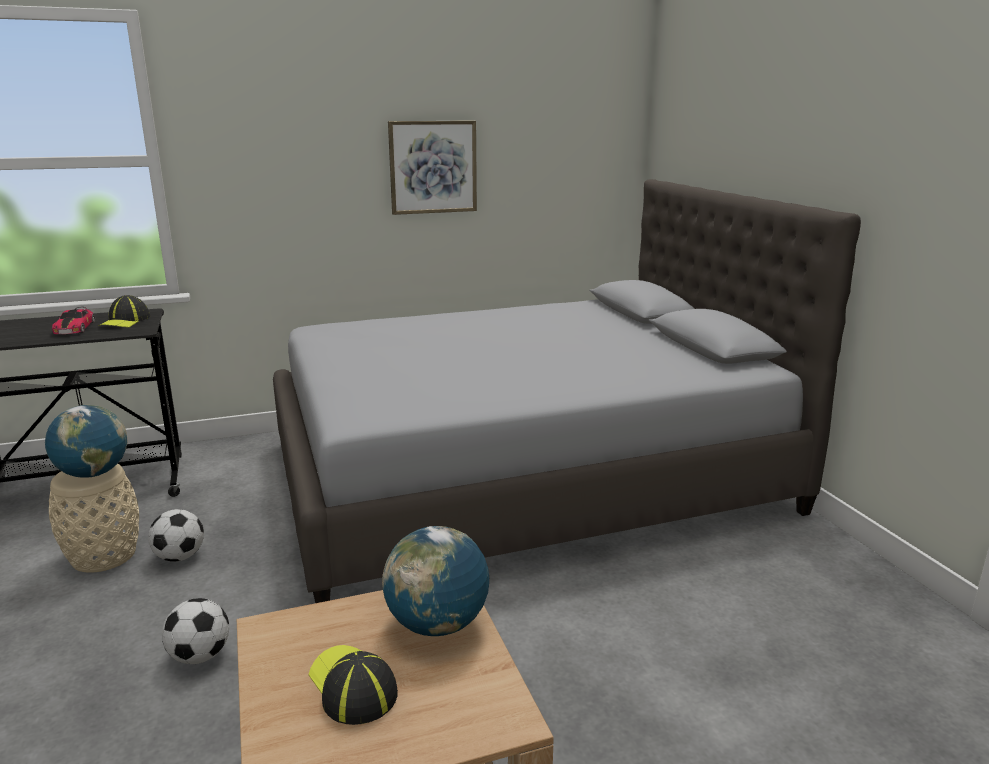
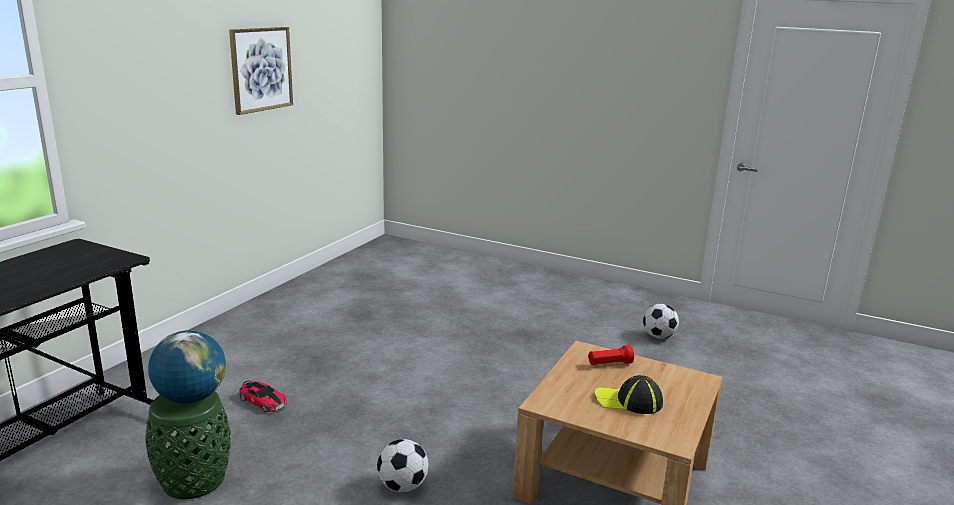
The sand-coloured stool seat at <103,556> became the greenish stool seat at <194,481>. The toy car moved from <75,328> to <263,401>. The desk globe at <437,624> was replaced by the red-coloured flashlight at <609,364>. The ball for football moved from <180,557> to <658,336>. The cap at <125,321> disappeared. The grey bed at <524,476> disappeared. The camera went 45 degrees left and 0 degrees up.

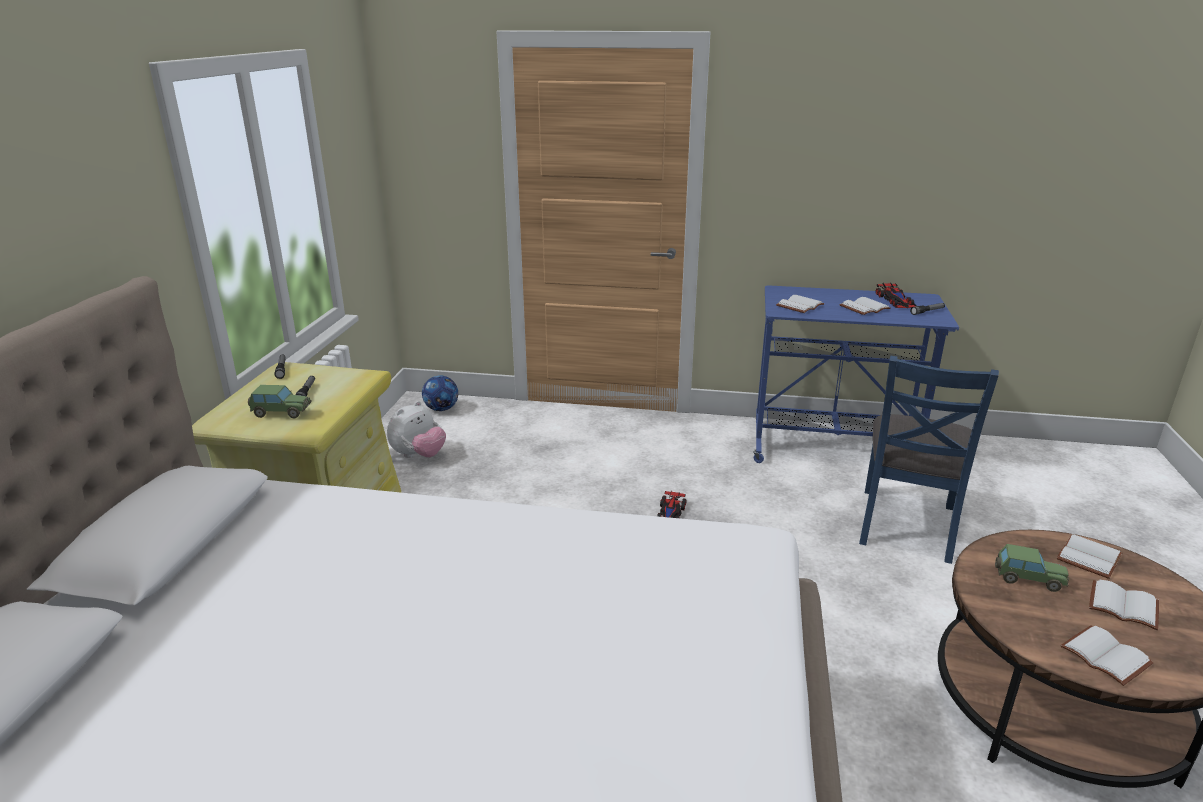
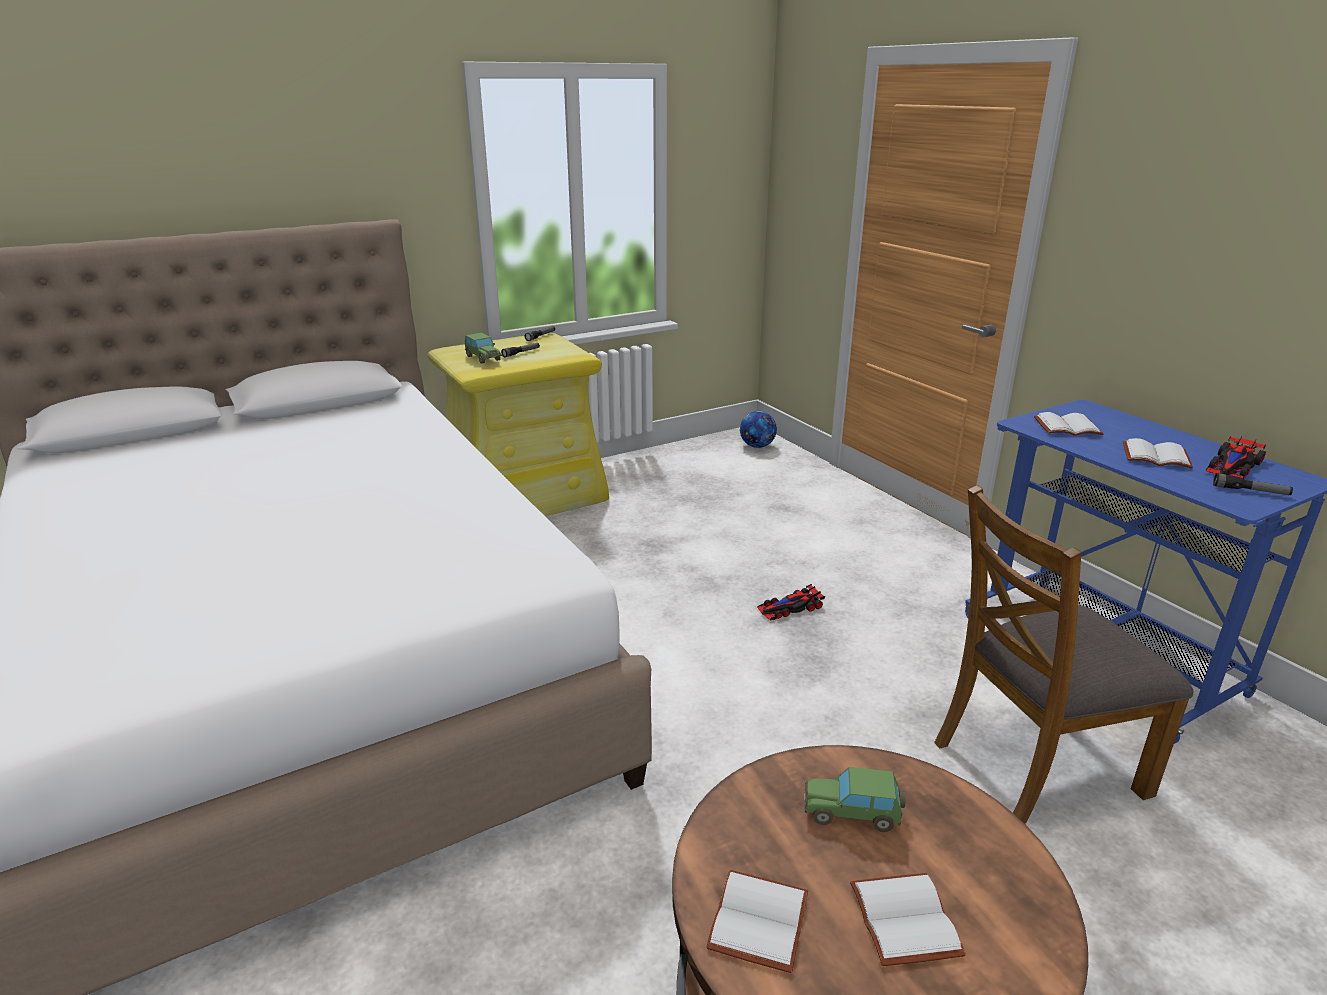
The toy car at <1028,579> turned 120 degrees clockwise. The bluish plain chair at <907,524> became the brown-coloured plain chair at <1036,766>. The plush toy at <419,455> disappeared. The white bound book at <1090,559> disappeared. The camera went 50 degrees right and 0 degrees up.

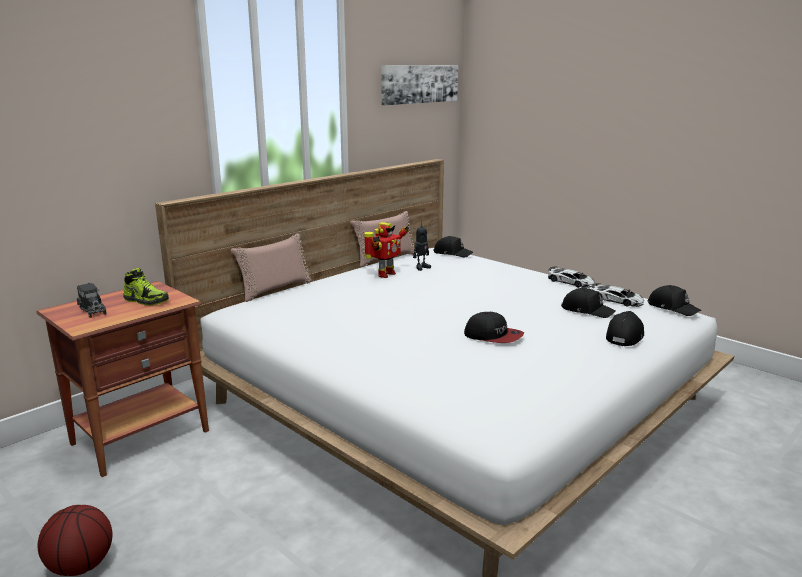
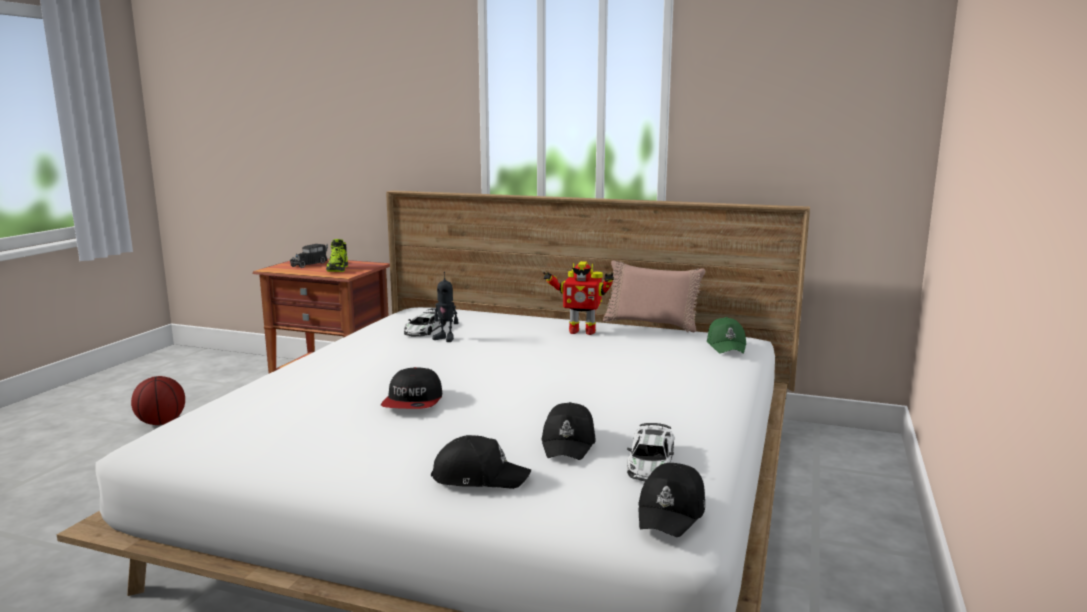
The toy car moved from <570,282> to <425,329>. The robot figure moved from <421,267> to <446,338>. The blackish cap at <452,253> became the greenish cap at <726,345>. The sand-coloured throw pillow at <275,290> disappeared. The picture at <419,84> disappeared. The camera went 65 degrees right and 5 degrees down.

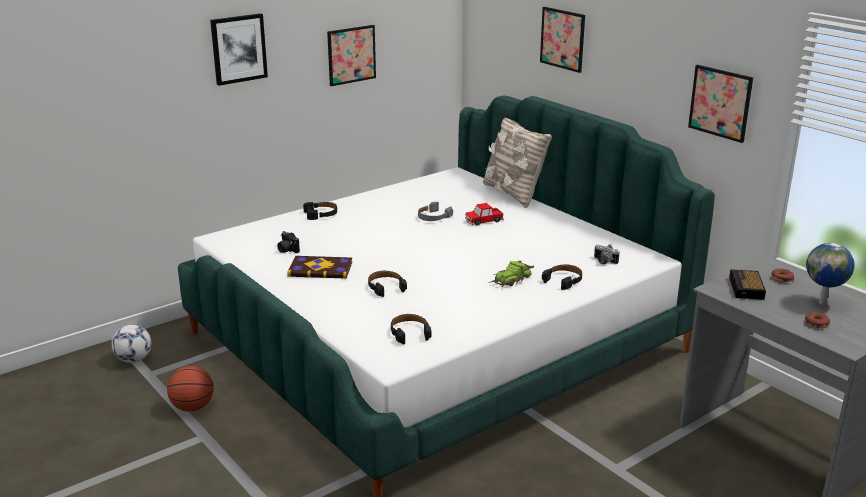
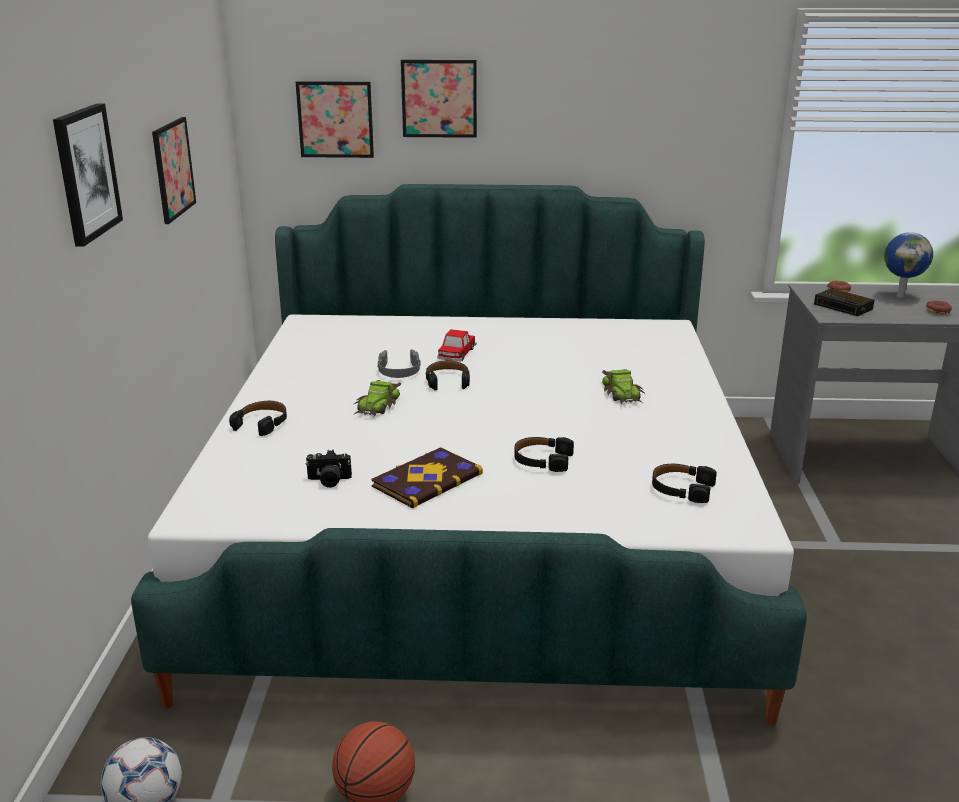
The picture moved from <720,103> to <335,119>. The toy car at <378,405> appeared. The blackish headphones moved from <563,280> to <447,381>. The sand-coloured throw pillow at <512,194> disappeared. The photo camera at <603,262> disappeared. The camera went 50 degrees left and 0 degrees up.

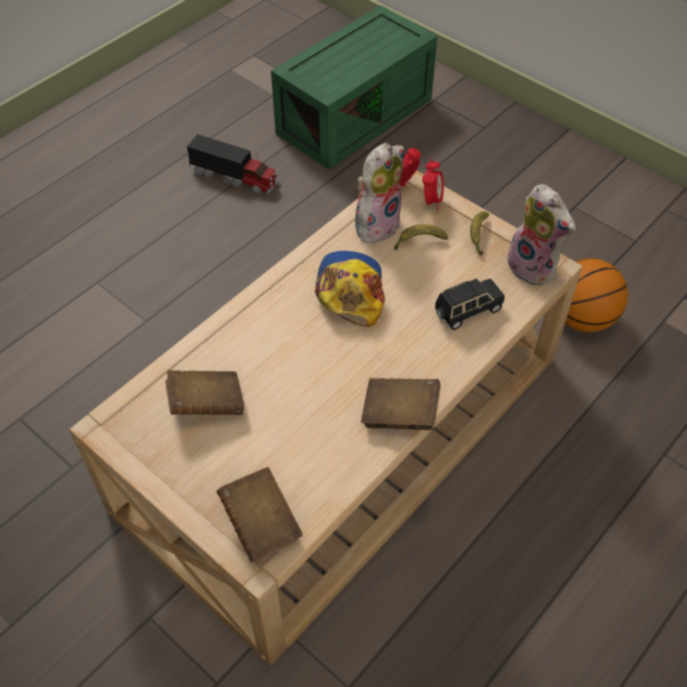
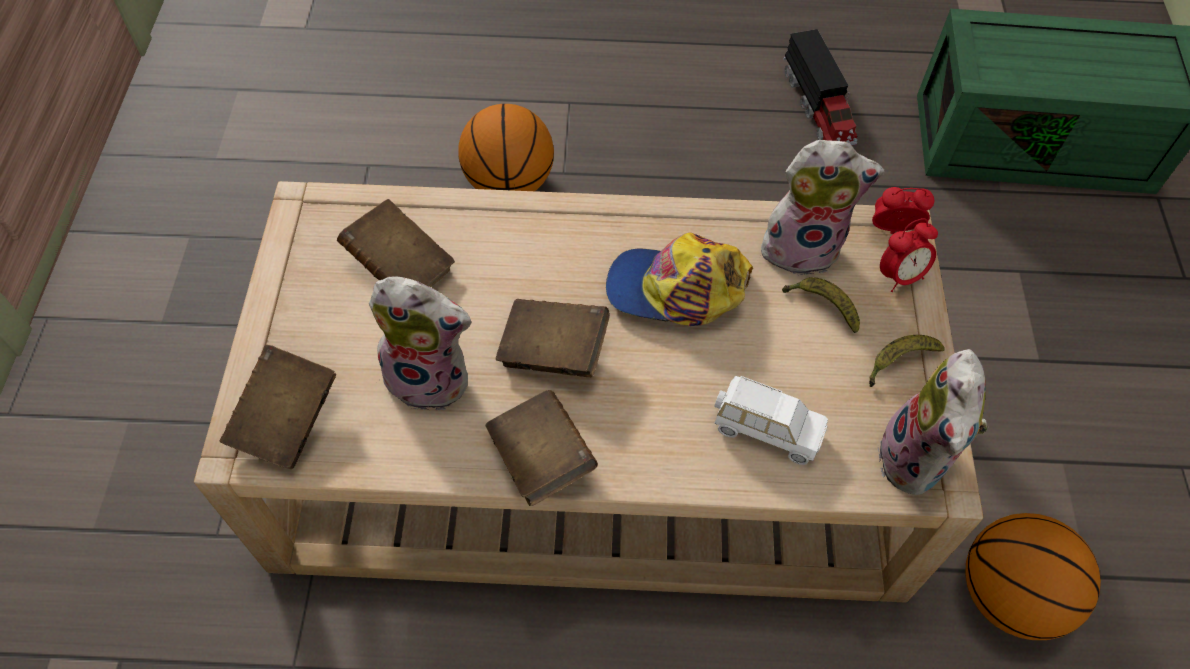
The plush toy at <432,377> appeared. The basketball ball at <509,183> appeared. The brown-coloured bound book at <553,351> appeared. The cap at <350,290> turned 135 degrees counterclockwise. The blackish toy car at <467,311> became the white toy car at <765,430>. The camera went 50 degrees right and 5 degrees up.

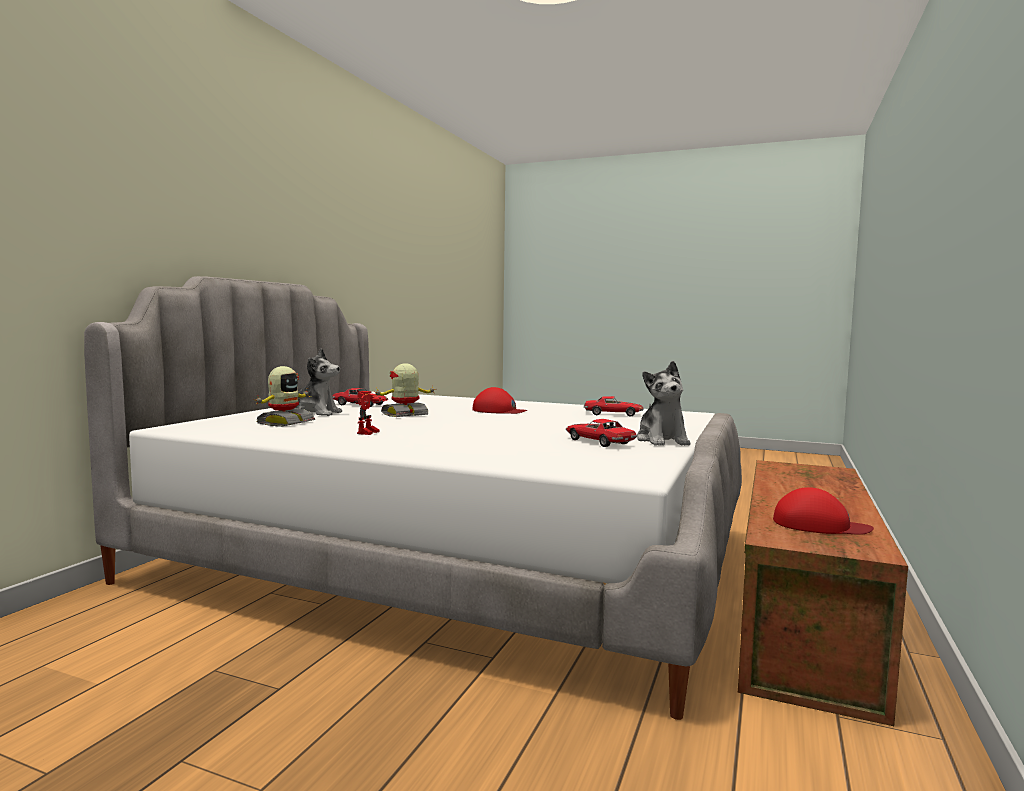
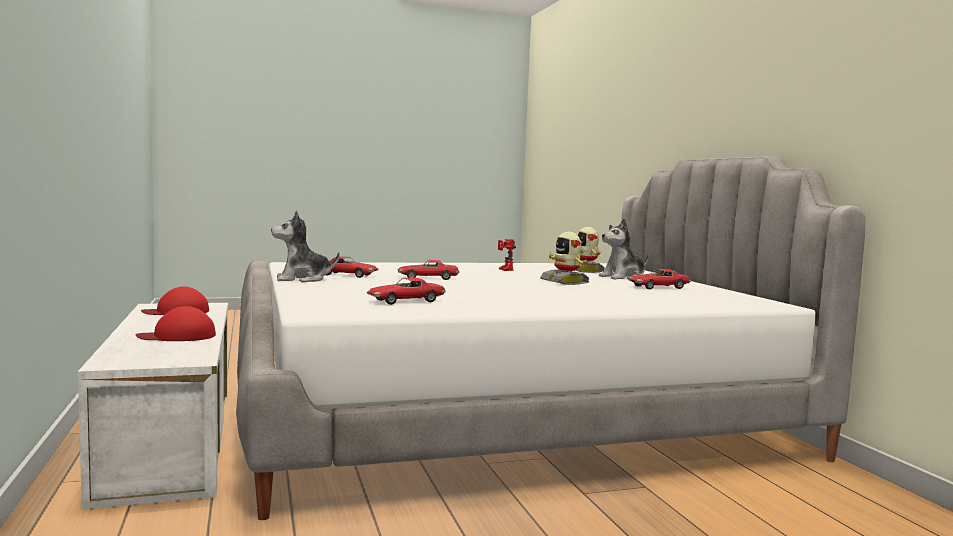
The brown-coloured long seat at <800,615> became the white long seat at <173,438>. The red-coloured cap moved from <499,411> to <178,336>. The plush toy at <662,440> turned 60 degrees counterclockwise. The toy car at <428,278> appeared. The robot figure at <405,415> turned 135 degrees clockwise. The camera went 140 degrees right and 0 degrees up.

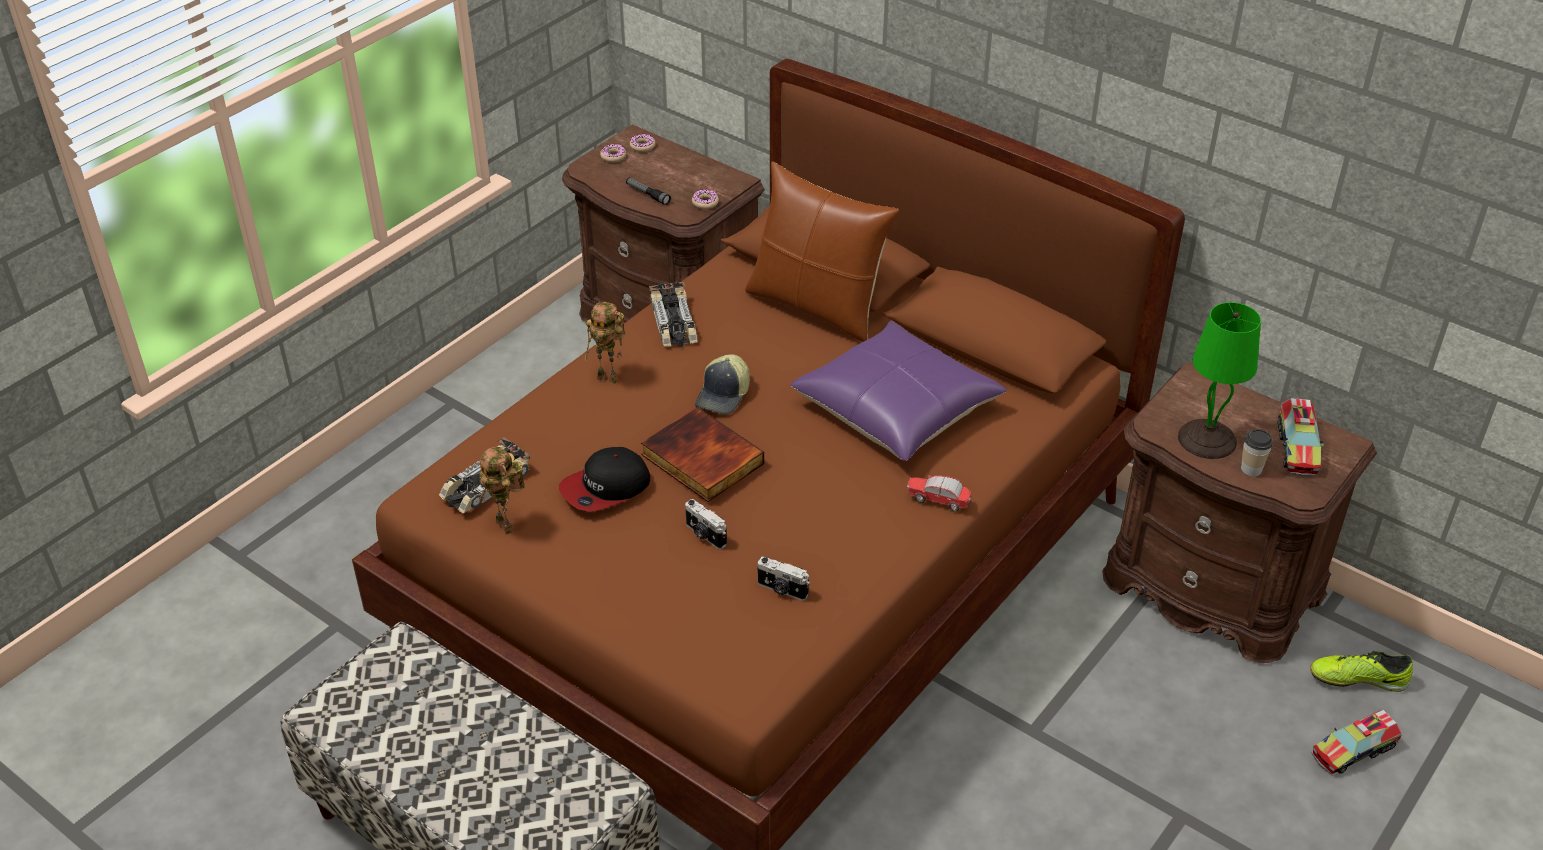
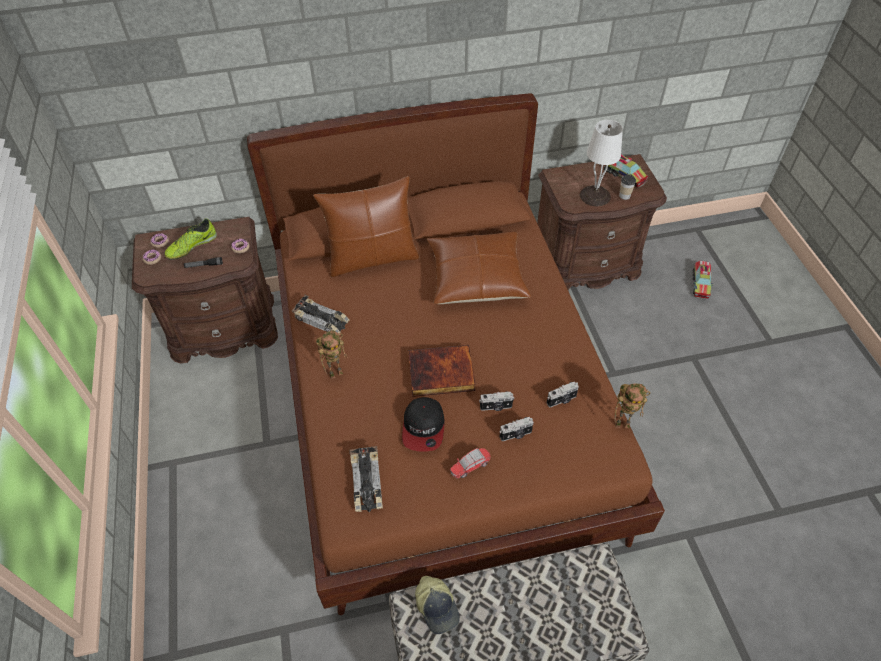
The item of footwear moved from <1357,679> to <192,246>. The cap moved from <724,395> to <437,607>. The purplish throw pillow at <896,408> became the brown-coloured throw pillow at <476,278>. The toy car moved from <938,501> to <470,467>. The photo camera at <516,435> appeared. The greenish tabletop lamp at <1208,439> became the white tabletop lamp at <595,195>. The robot figure moved from <507,526> to <623,424>. The camera went 50 degrees left and 10 degrees up.

